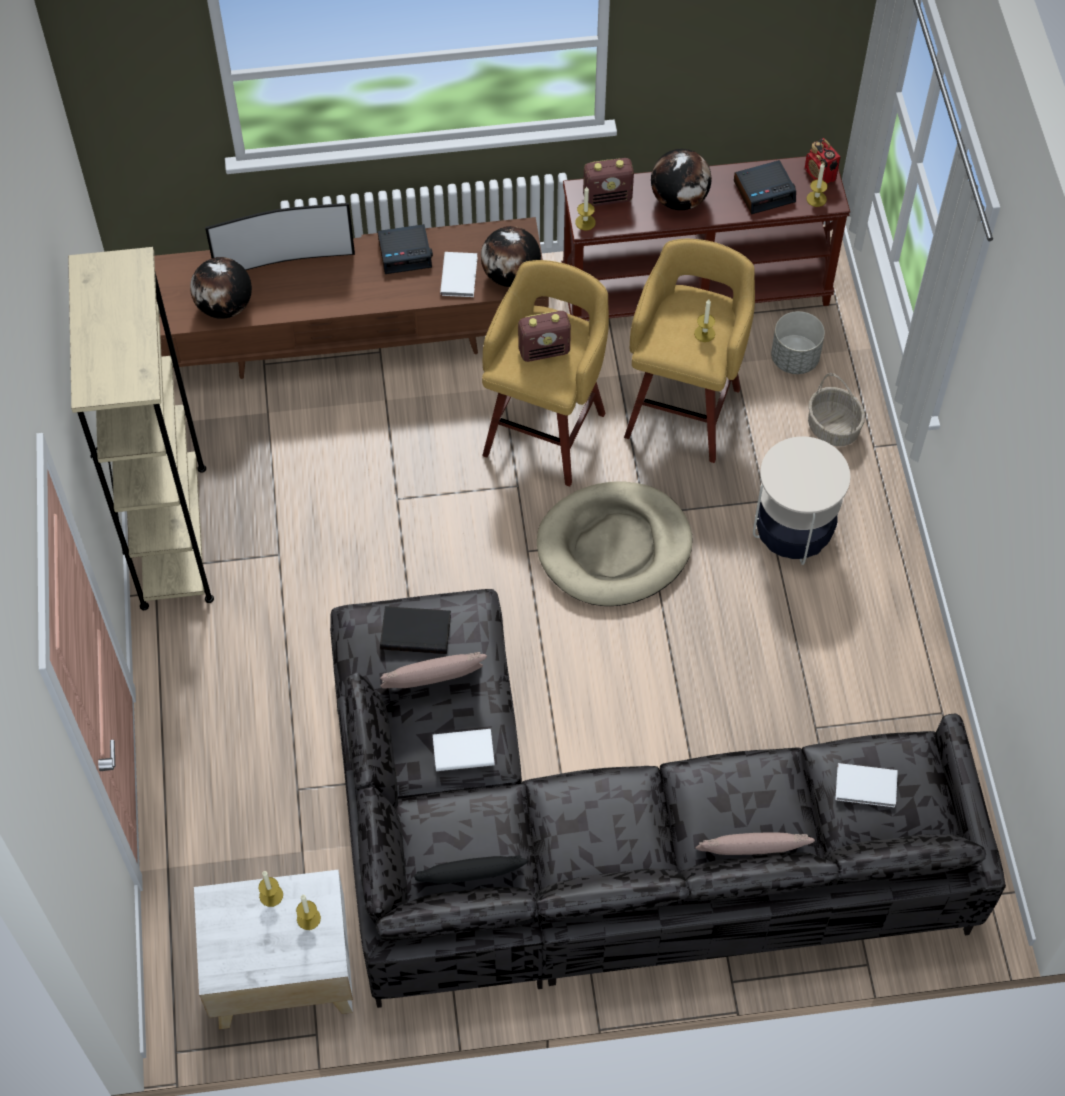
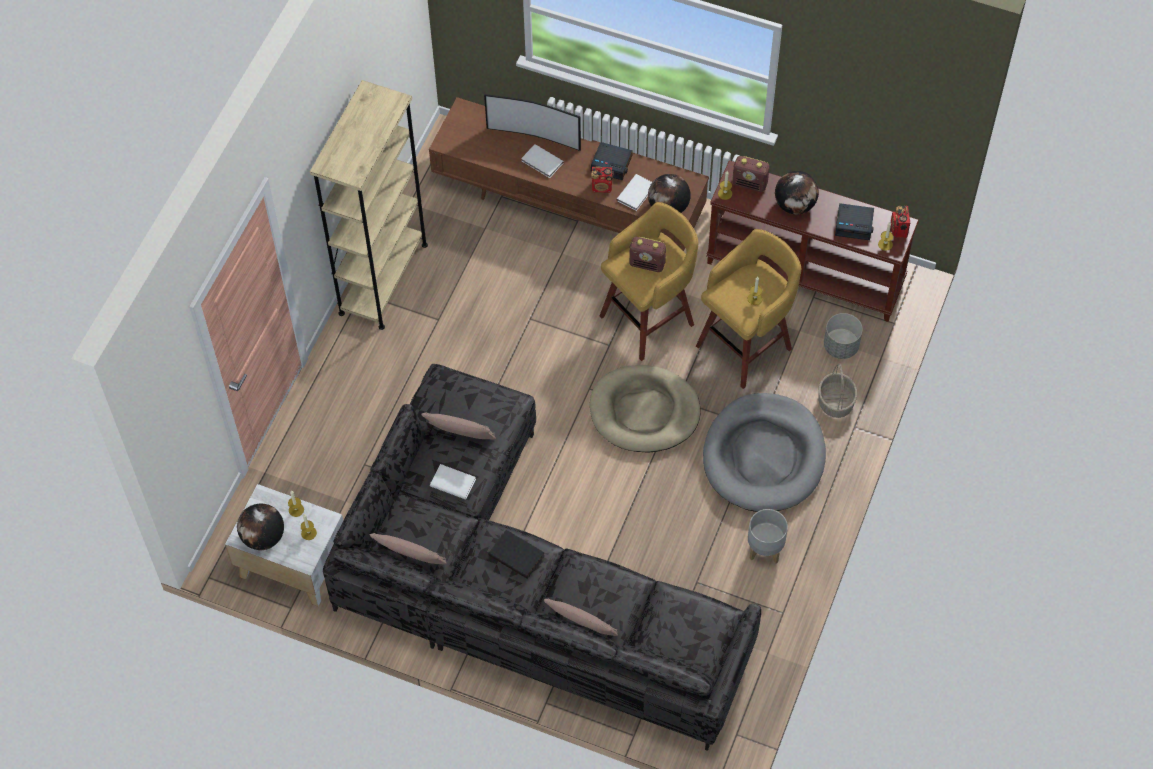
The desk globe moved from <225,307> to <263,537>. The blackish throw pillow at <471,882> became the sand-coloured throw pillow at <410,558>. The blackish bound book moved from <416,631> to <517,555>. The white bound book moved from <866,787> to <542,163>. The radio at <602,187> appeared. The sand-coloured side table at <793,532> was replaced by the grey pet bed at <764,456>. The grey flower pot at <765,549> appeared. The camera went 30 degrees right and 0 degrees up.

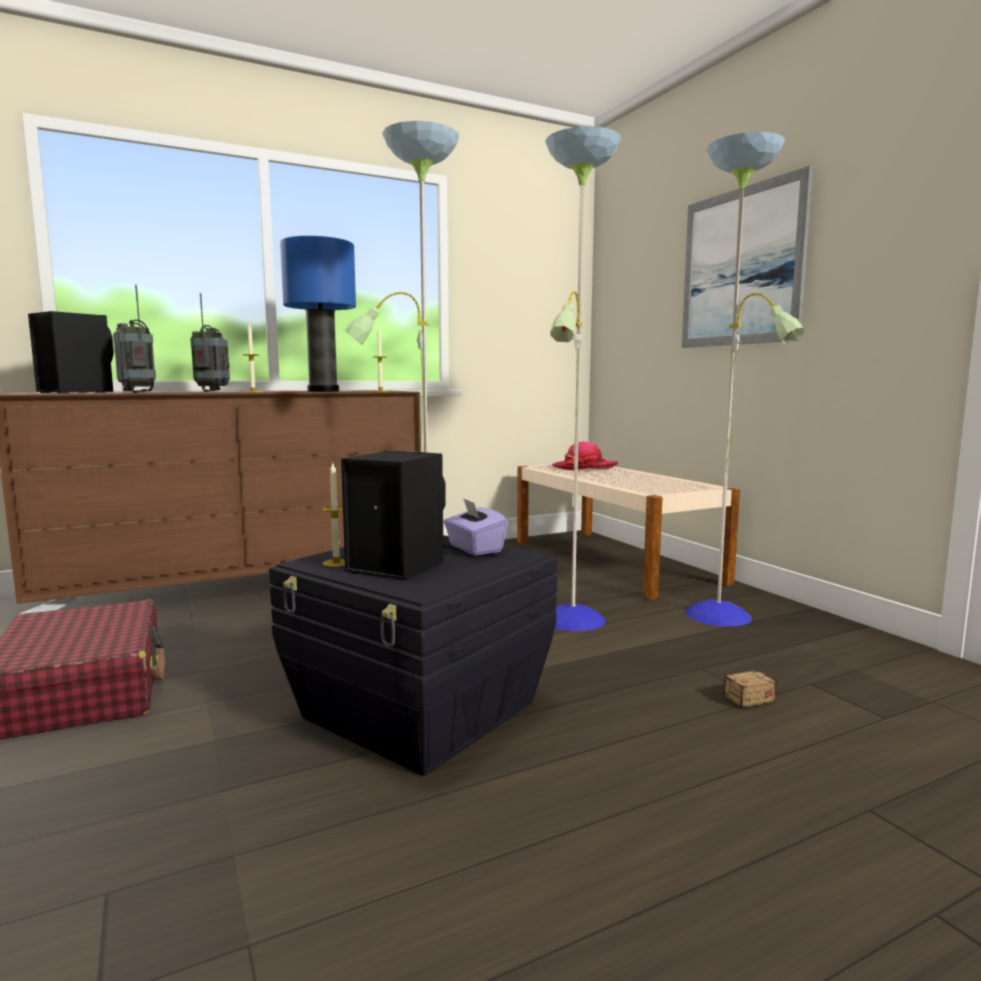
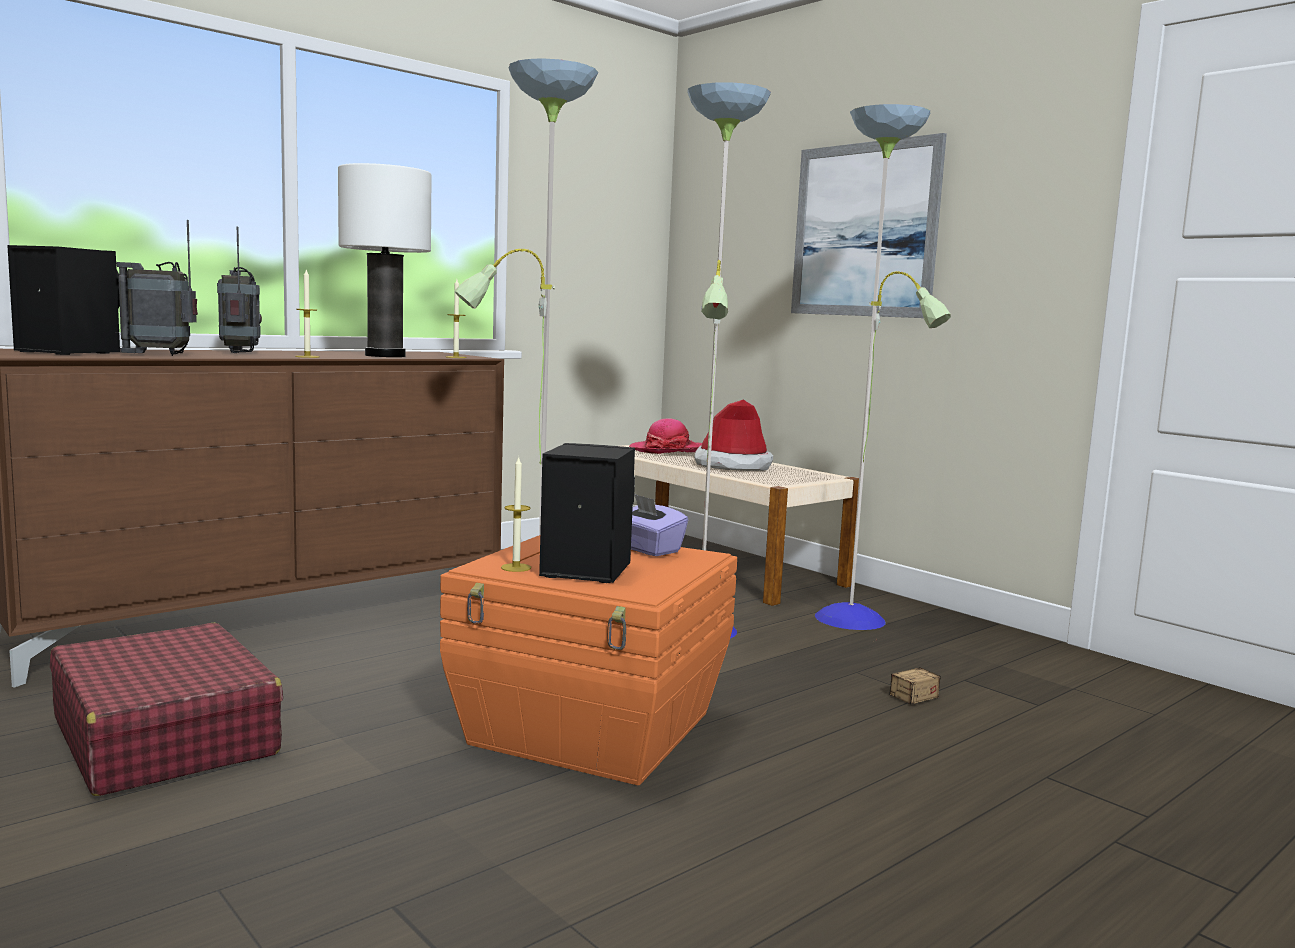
The radio at <138,392> turned 45 degrees counterclockwise. The bluish tabletop lamp at <323,391> became the white tabletop lamp at <385,356>. The blackish storage box at <420,711> became the orange storage box at <593,729>. The hat at <732,466> appeared. The camera went 15 degrees left and 0 degrees up.

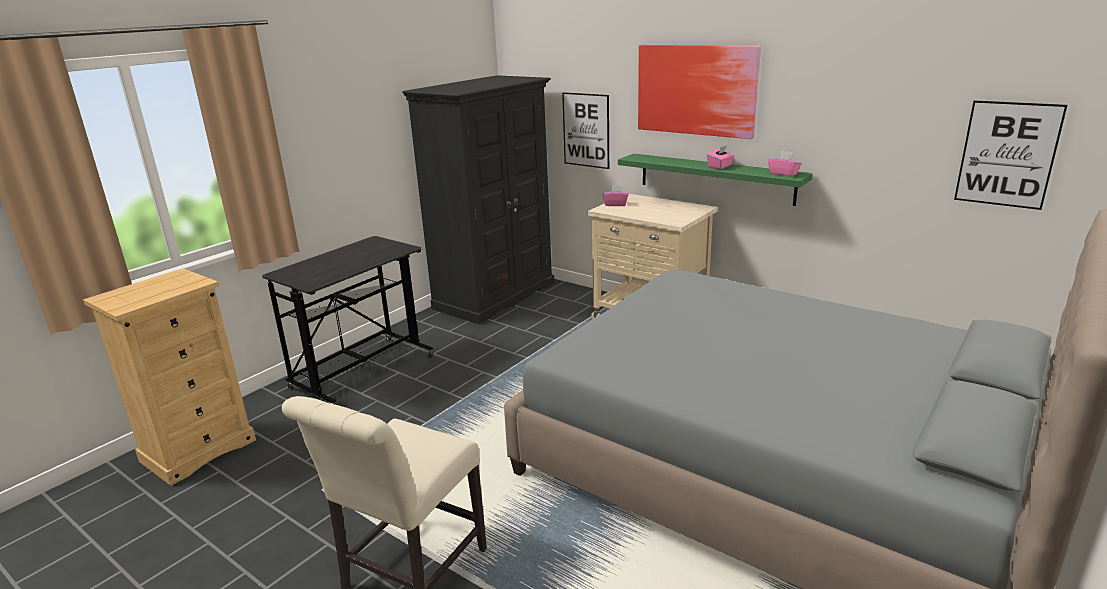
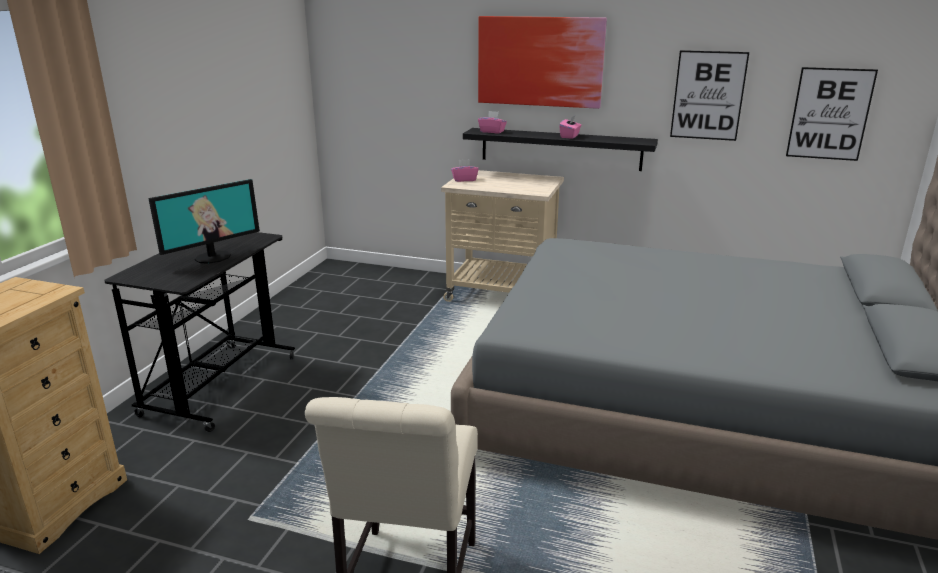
The monitor at <212,257> appeared. The greenish bracket shelf at <715,178> became the blackish bracket shelf at <560,149>. The pink box of tissues moved from <783,174> to <492,131>. The picture moved from <586,130> to <708,95>. The blackish clothes cupboard at <495,296> disappeared. The camera went 20 degrees left and 0 degrees up.

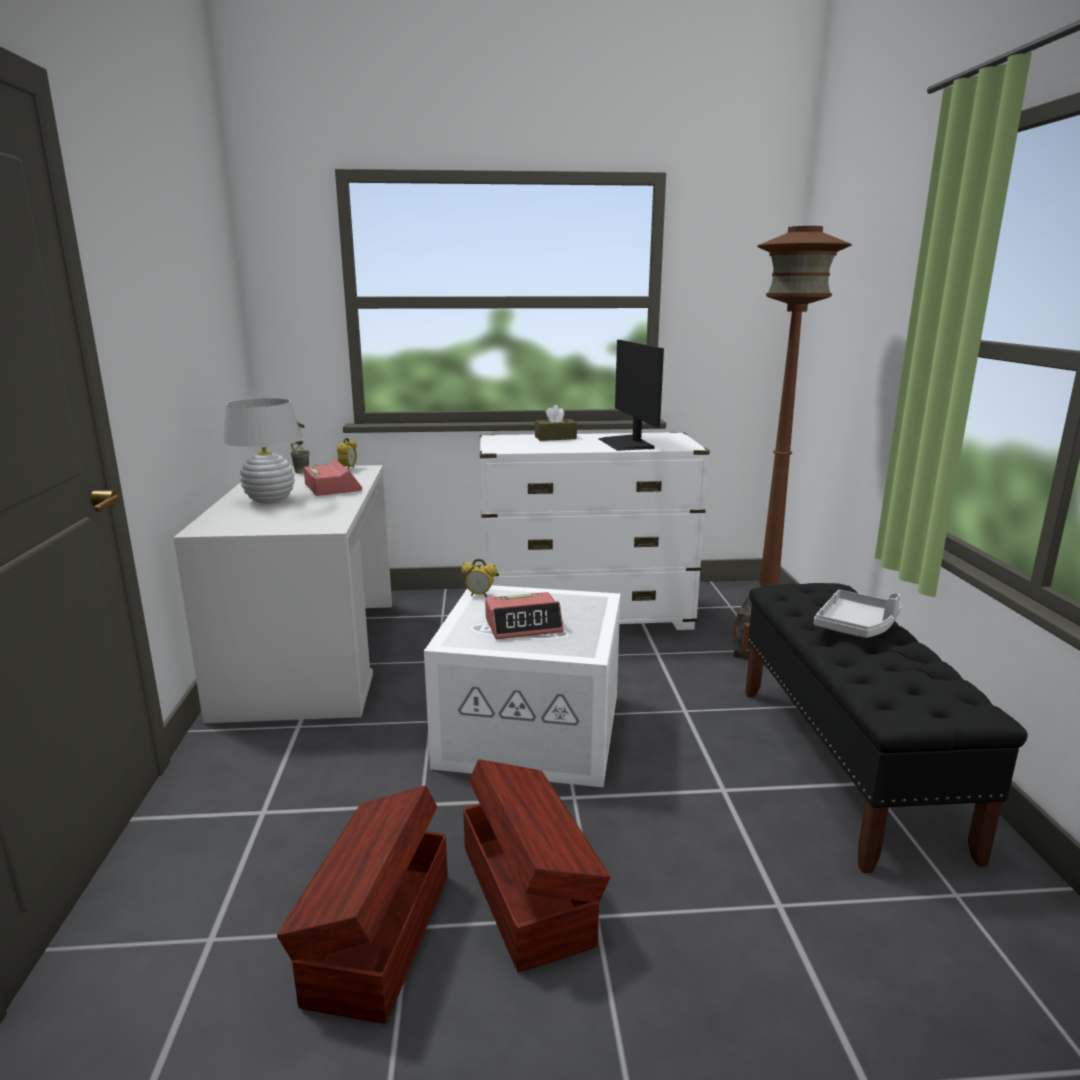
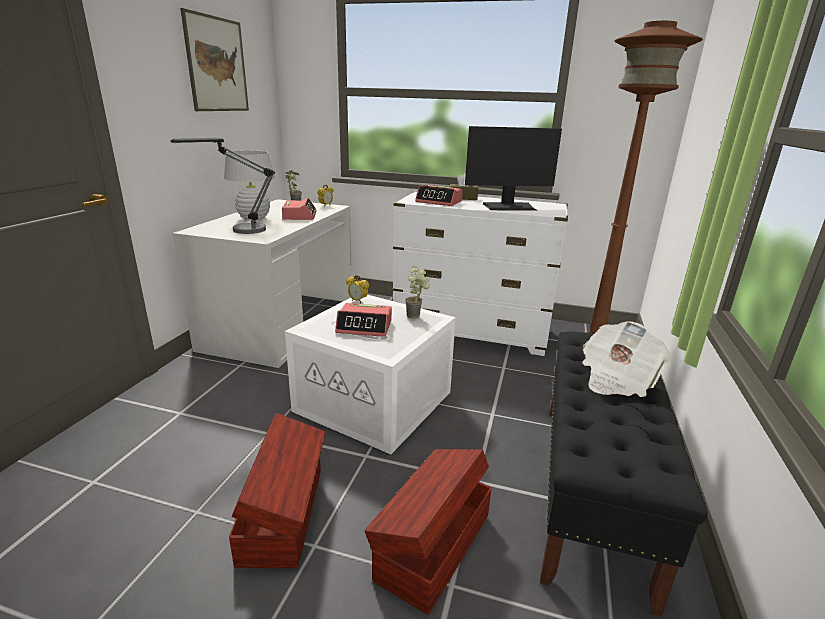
The tabletop lamp at <239,230> appeared. The picture at <217,65> appeared. The brown-coloured storage box moved from <376,937> to <431,546>. The potted plant at <417,316> appeared. The bedside clock at <439,202> appeared. The monitor at <627,443> turned 105 degrees counterclockwise. The grey serving tray at <856,626> was replaced by the newspaper at <617,378>. The camera went 20 degrees right and 5 degrees up.

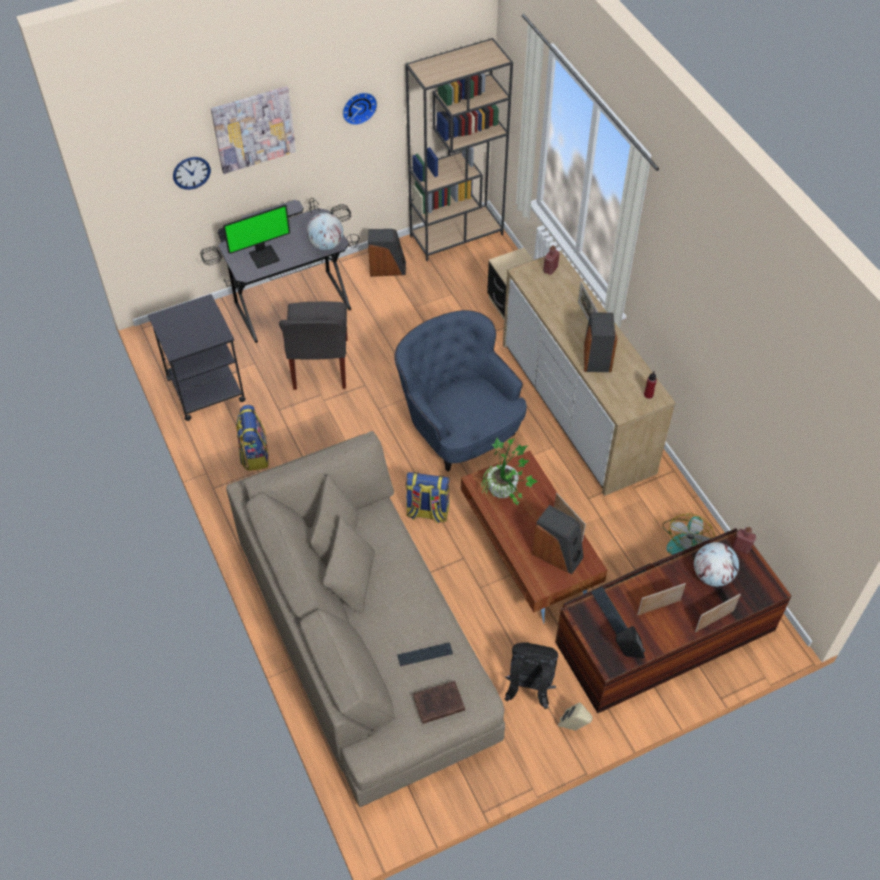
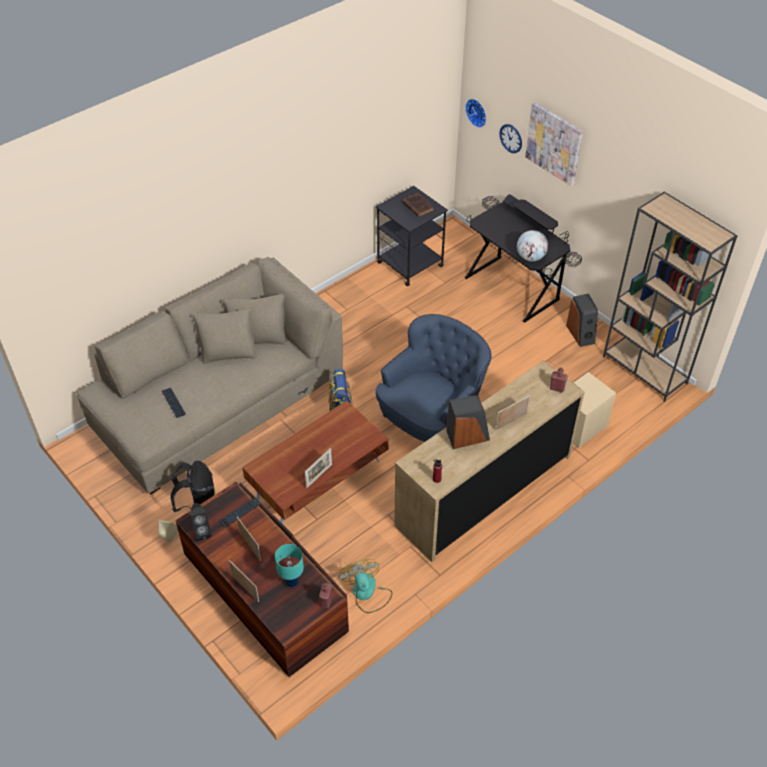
The desk globe at <712,575> was replaced by the turquoise-coloured tabletop lamp at <291,581>. The cooling fan at <685,539> turned 60 degrees clockwise. The brown-coloured bound book moved from <437,704> to <417,206>. The clock on the wall moved from <358,106> to <477,112>. The monitor at <264,256> disappeared. The backpack at <254,454> disappeared. The grey plain chair at <320,366> disappeared. The potted plant at <505,495> disappeared. The speaker at <557,554> disappeared. The camera went 75 degrees right and 5 degrees down.

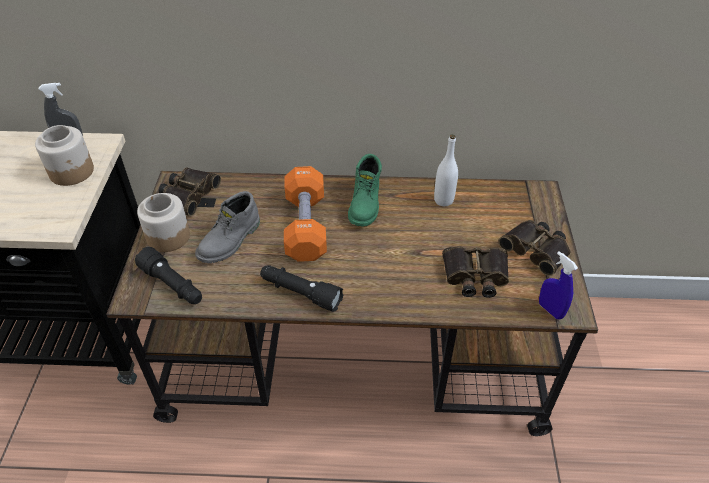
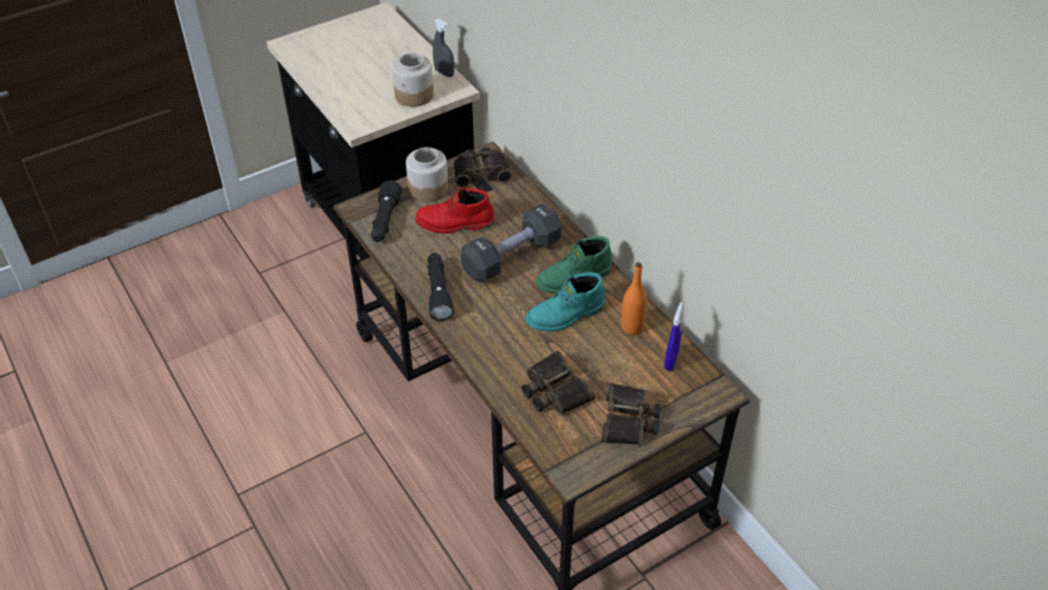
The grey boot at <230,241> became the red-coloured boot at <455,224>. The orange hand weight at <305,226> became the blackish hand weight at <511,257>. The turquoise-coloured boot at <565,316> appeared. The white bottle at <443,200> became the orange bottle at <631,327>. The bluish spray bottle moved from <550,310> to <671,361>. The camera went 55 degrees right and 0 degrees up.

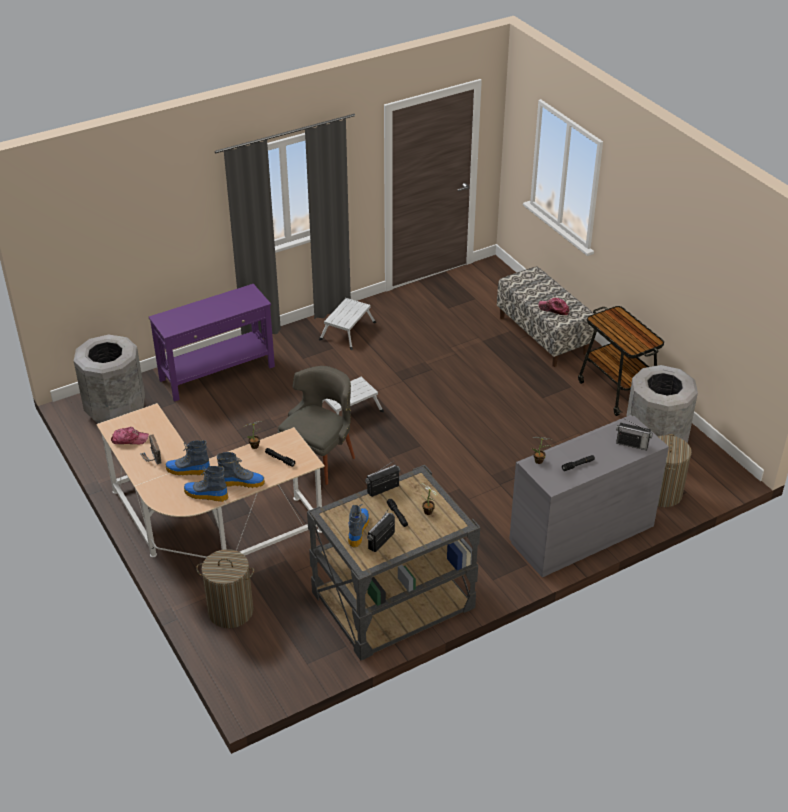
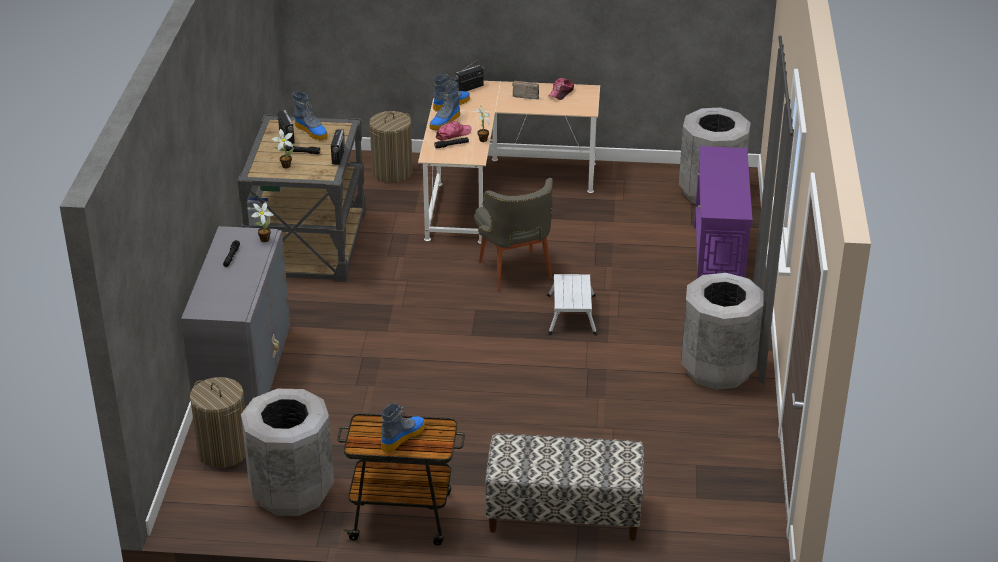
The boot moved from <188,470> to <402,437>. The cap moved from <554,309> to <453,134>. The radio moved from <632,444> to <469,88>. The white step stool at <348,330> was replaced by the grey rubbish bin at <718,369>. The camera went 125 degrees right and 5 degrees down.

